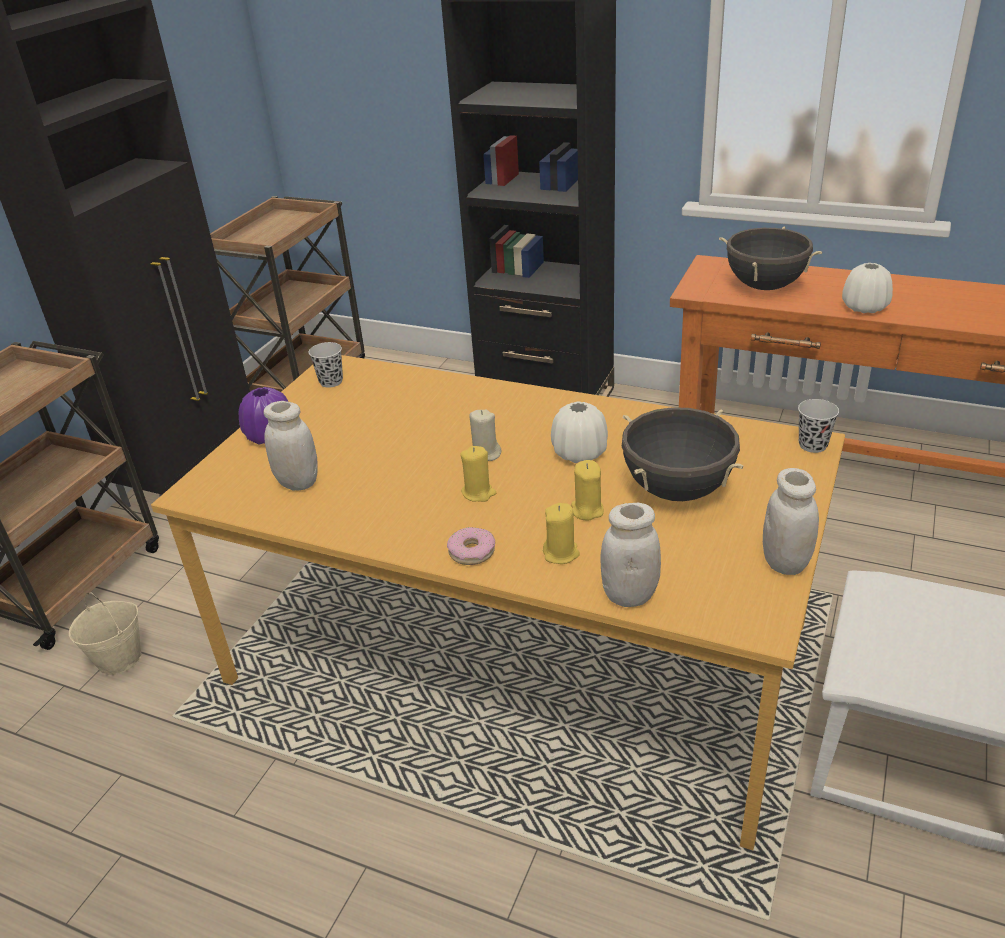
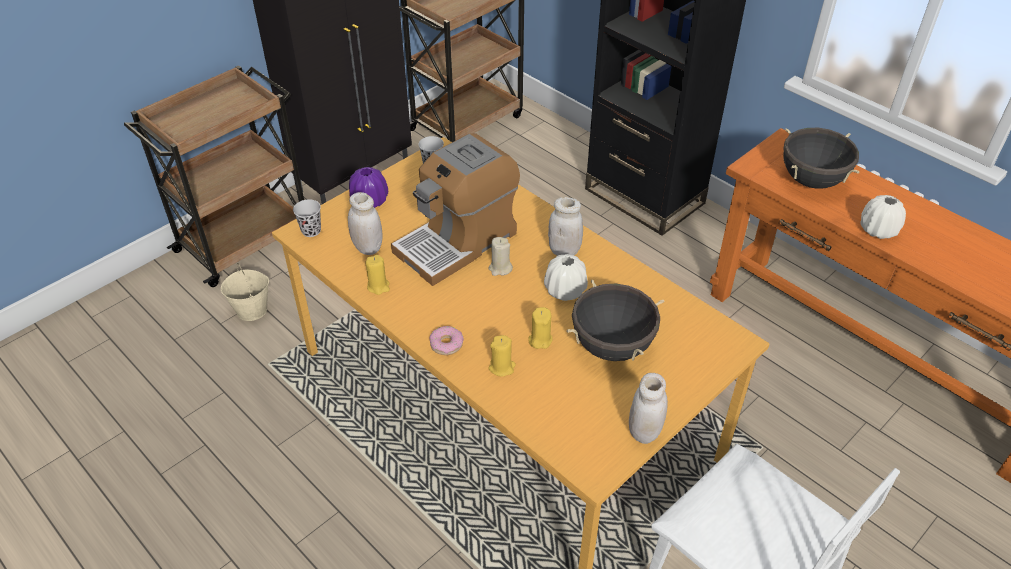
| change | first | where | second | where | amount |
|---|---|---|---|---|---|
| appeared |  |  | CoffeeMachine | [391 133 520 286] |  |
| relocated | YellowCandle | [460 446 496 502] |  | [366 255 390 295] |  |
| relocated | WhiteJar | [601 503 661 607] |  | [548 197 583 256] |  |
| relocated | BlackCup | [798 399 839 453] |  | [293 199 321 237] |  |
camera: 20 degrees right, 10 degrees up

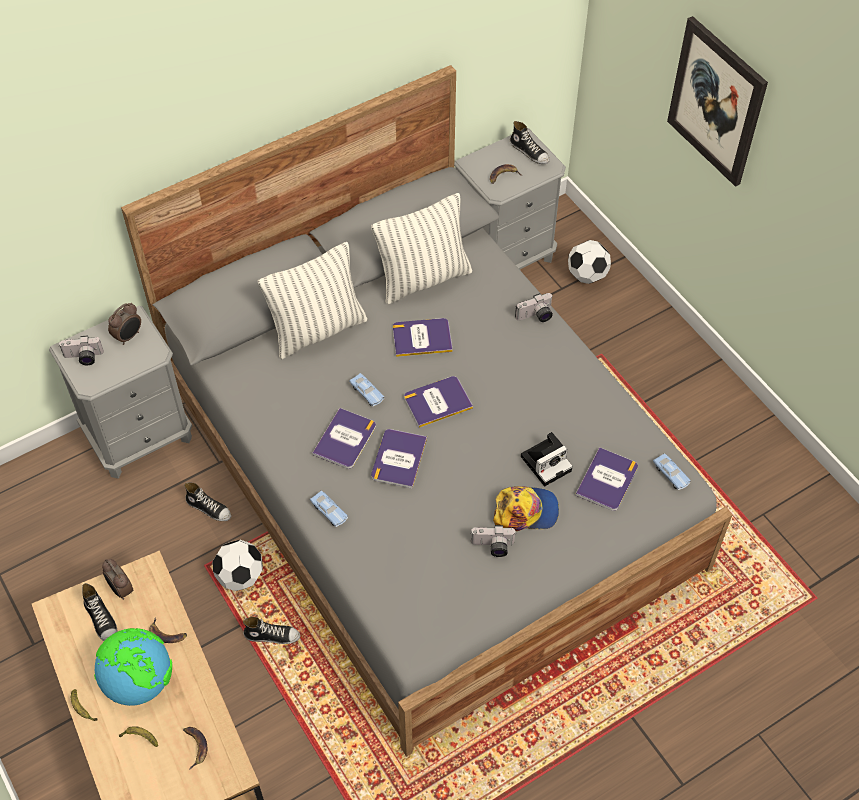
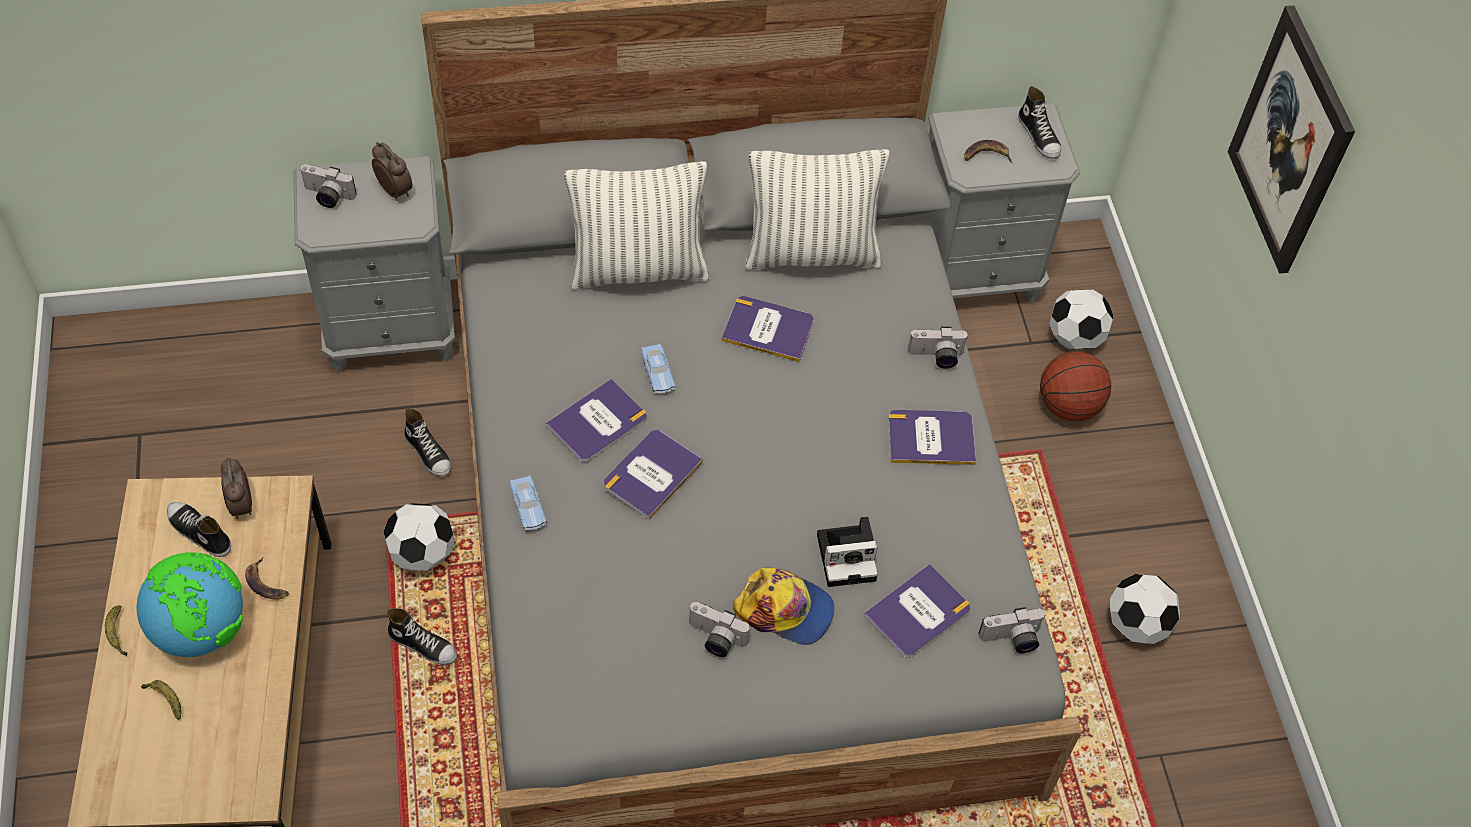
| change | first | where | second | where | amount |
|---|---|---|---|---|---|
| missing | Banana | [183 727 207 770] |  |  |  |
| appeared |  |  | Basketball | [1040 352 1111 421] |  |
| appeared |  |  | Football | [1110 574 1180 644] |  |
| relocated | Book | [404 376 473 428] |  | [888 410 976 465] |  |
| exchanged | BlueToyCar | [653 453 691 490] | PhotoCamera | [979 607 1046 653] |  |
| spun | Shoe | [82 583 117 641] |  | [167 502 231 557] | 135 degrees clockwise |
| spun | AlarmClock | [108 303 141 345] |  | [372 142 412 201] | 105 degrees counterclockwise |
camera: 20 degrees right, 0 degrees up

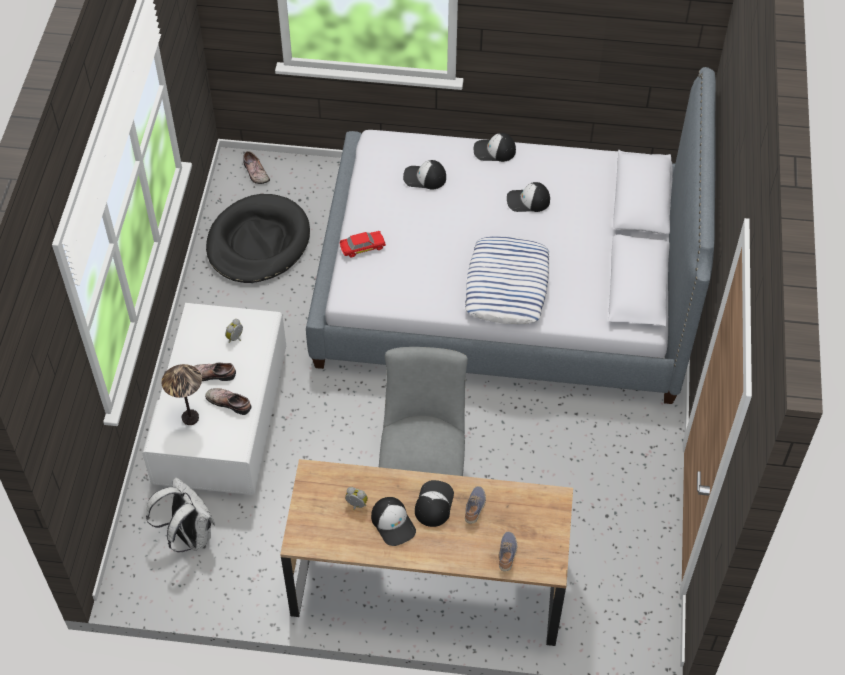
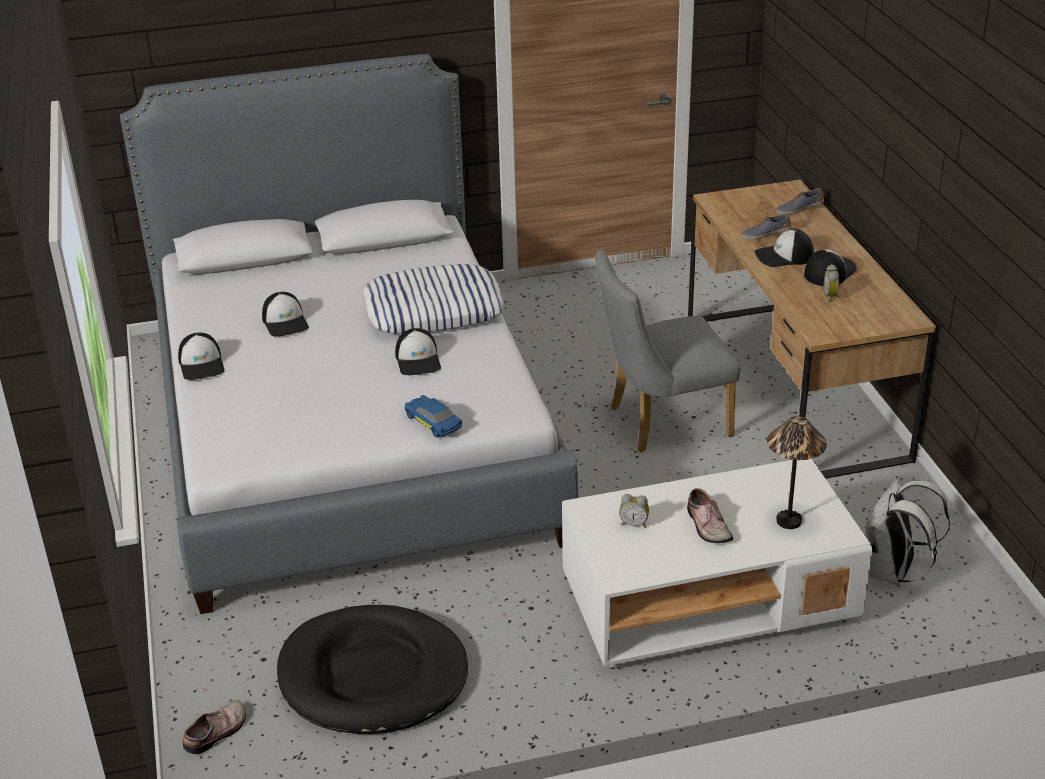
| change | first | where | second | where | amount |
|---|---|---|---|---|---|
| missing | Shoe | [205 388 252 415] |  |  |  |
| relocated | Cap | [403 160 446 189] |  | [395 328 441 375] |  |
| colour | RedToyCar | [340 231 386 257] | BlueToyCar | [404 395 462 437] |  |
camera: 110 degrees left, 20 degrees down

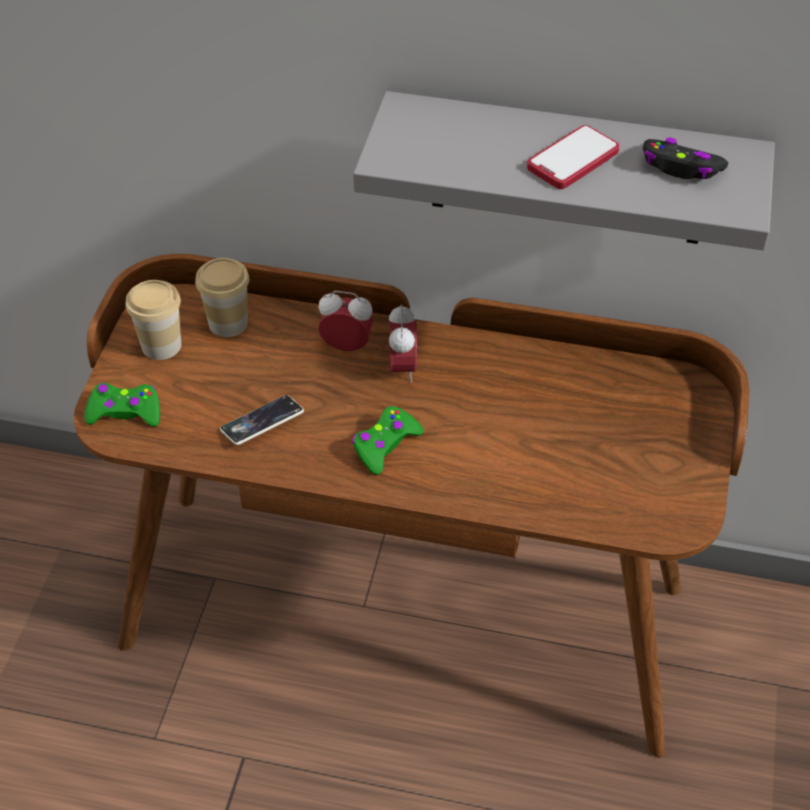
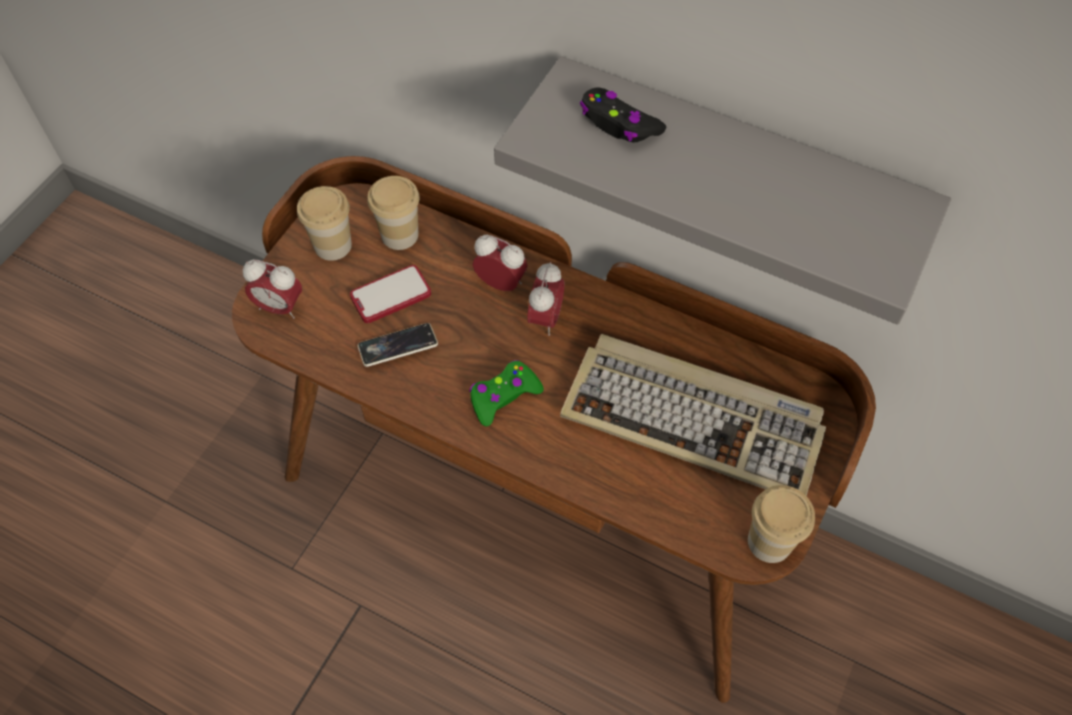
| change | first | where | second | where | amount |
|---|---|---|---|---|---|
| appeared |  |  | Keyboard | [560 334 826 496] |  |
| appeared |  |  | Cup | [748 485 815 563] |  |
| relocated | Phone | [527 125 619 189] |  | [350 265 431 323] |  |
| relocated | BlackGameController | [643 137 728 179] |  | [580 88 666 143] |  |
| exchanged | GreenGameController | [84 383 160 427] | AlarmClock | [243 259 302 319] |  |
camera: 15 degrees right, 10 degrees up

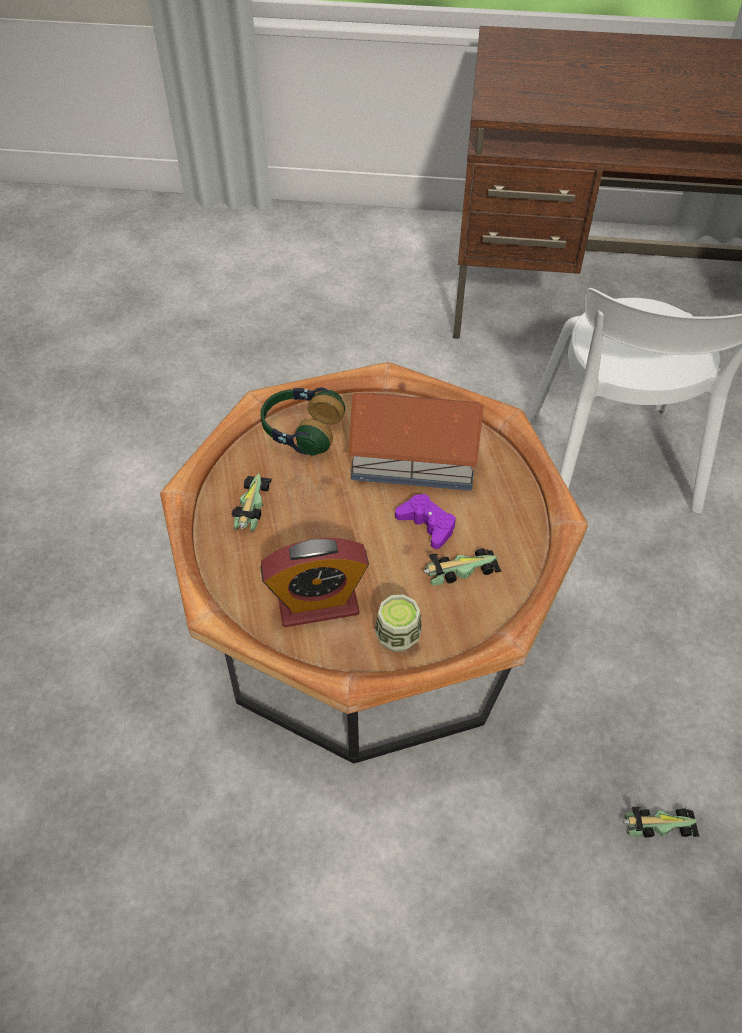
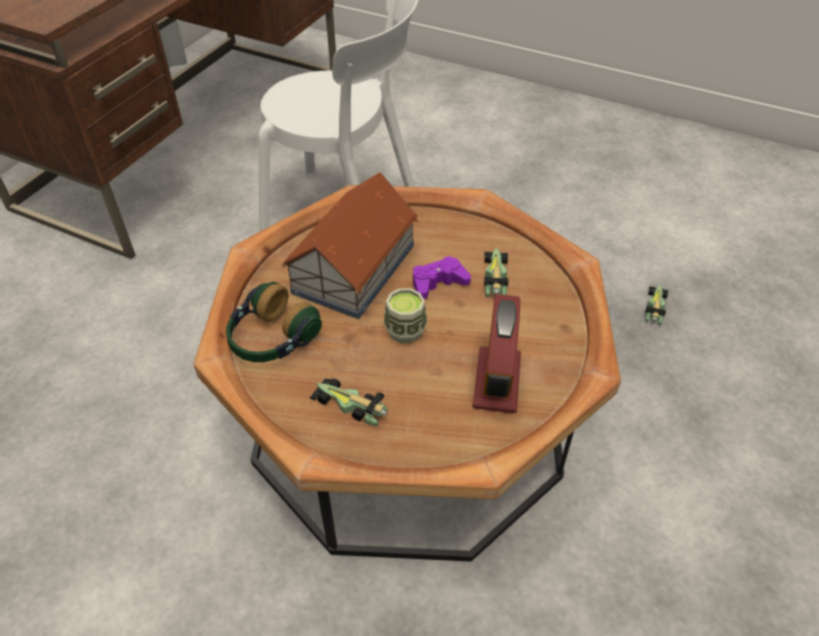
| change | first | where | second | where | amount |
|---|---|---|---|---|---|
| relocated | Cup | [375 595 422 652] |  | [384 288 427 343] |  |
camera: 70 degrees left, 5 degrees down

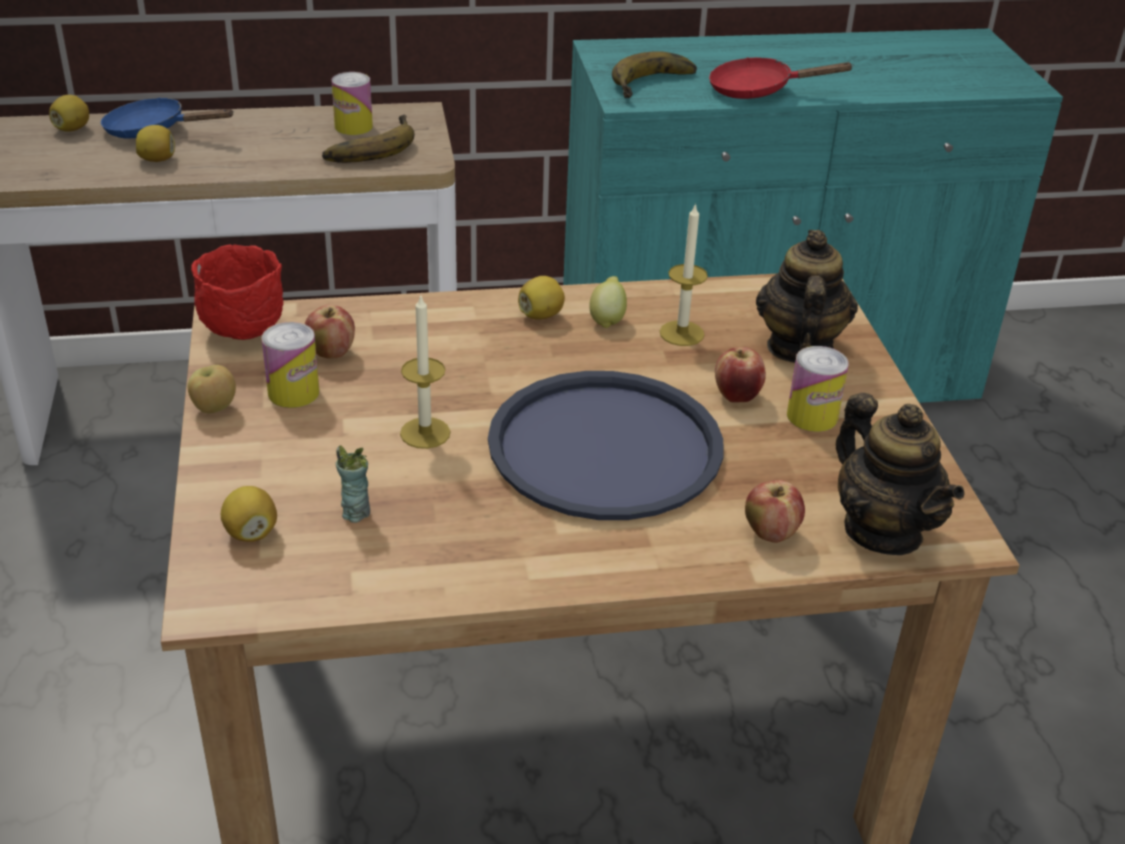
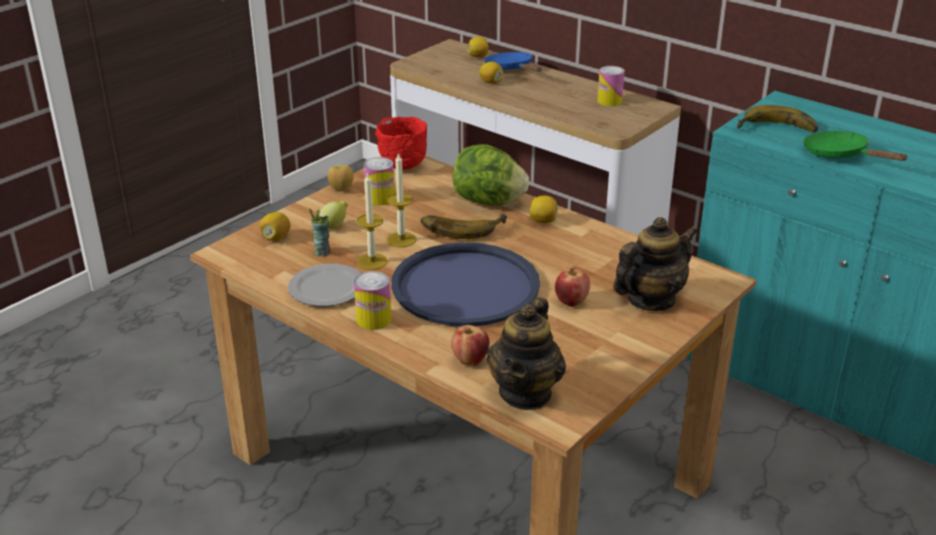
| change | first | where | second | where | amount |
|---|---|---|---|---|---|
| missing | Apple | [305 305 355 359] |  |  |  |
| appeared |  |  | Plate | [288 264 361 306] |  |
| appeared |  |  | Lettuce | [453 144 529 205] |  |
| relocated | Banana | [322 115 415 163] |  | [420 214 507 239] |  |
| relocated | Lemon | [589 276 627 329] |  | [319 201 348 230] |  |
| relocated | Candle | [660 203 708 346] |  | [357 172 388 270] |  |
| relocated | Can | [787 346 849 432] |  | [354 271 391 330] |  |
| colour | RedFryingPan | [709 57 854 99] | GreenFryingPan | [803 131 908 161] |  |
camera: 50 degrees right, 5 degrees down

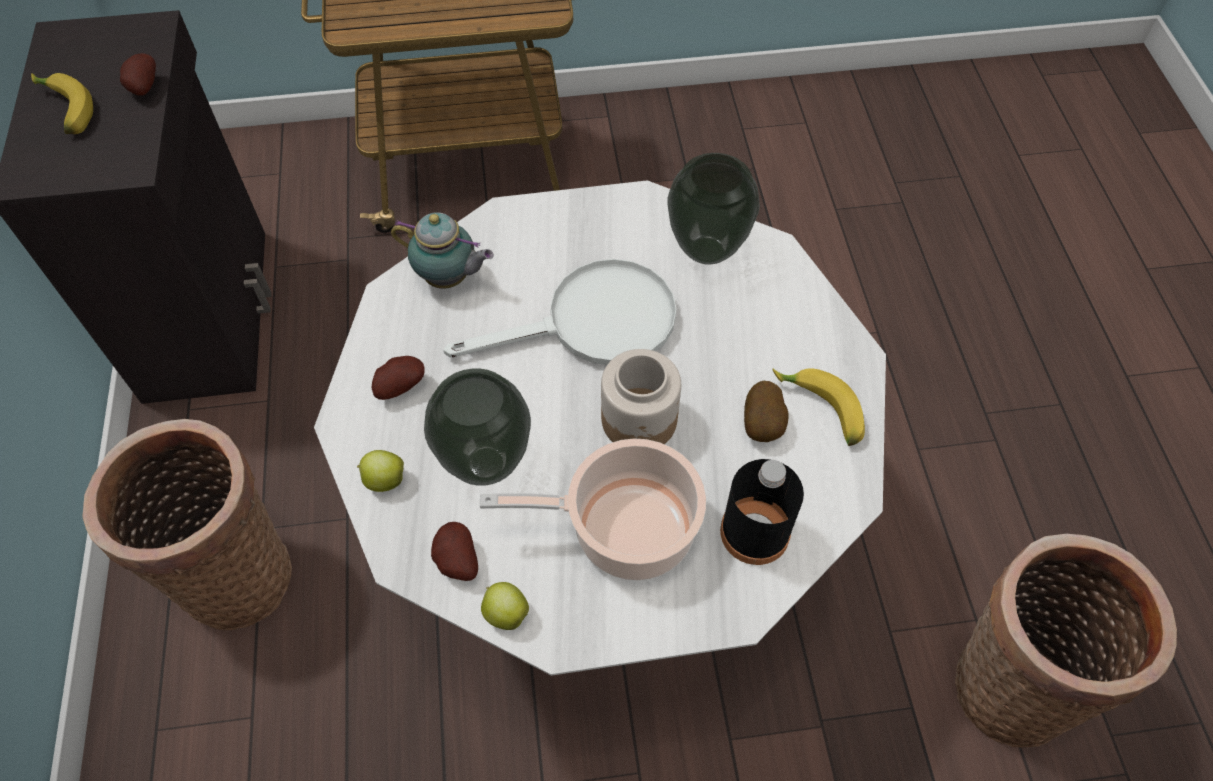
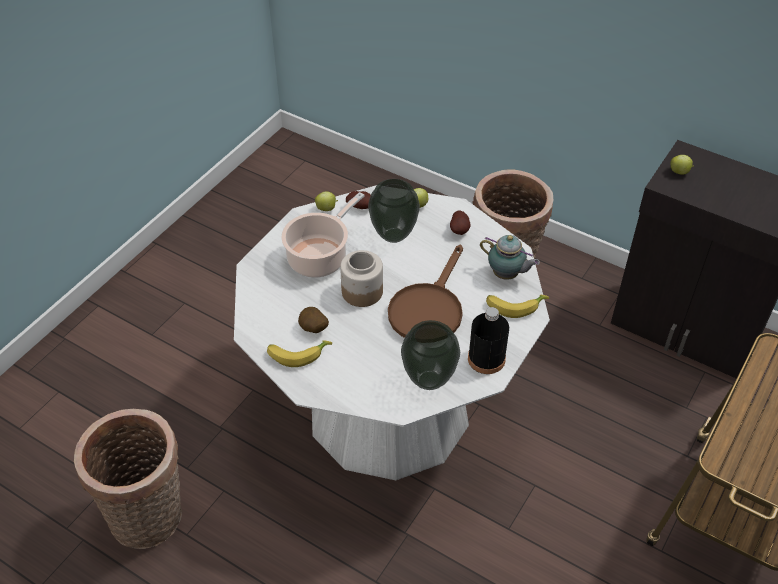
| change | first | where | second | where | amount |
|---|---|---|---|---|---|
| missing | Potato | [120 53 156 96] |  |  |  |
| appeared |  |  | Apple | [671 155 694 175] |  |
| relocated | Banana | [31 73 93 134] |  | [486 295 549 318] |  |
| relocated | BlackBottle | [720 459 804 565] |  | [468 307 509 374] |  |
| colour | WhiteFryingPan | [443 259 676 365] | BrownFryingPan | [388 245 463 338] |  |
| spun | Teapot | [391 212 494 289] |  | [480 235 540 280] | 120 degrees counterclockwise |
camera: 130 degrees right, 10 degrees down

